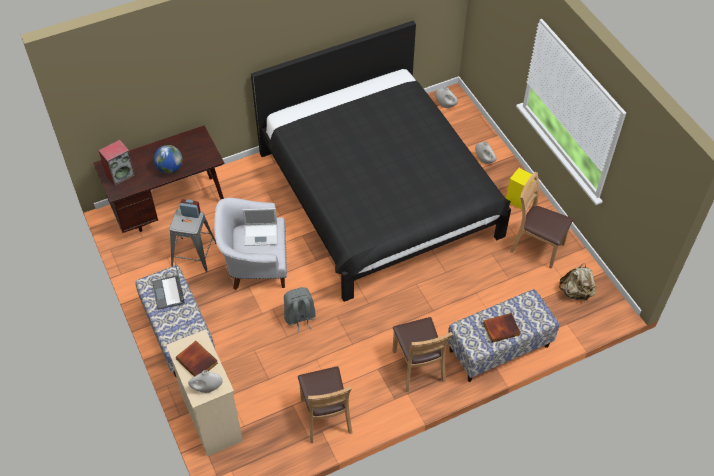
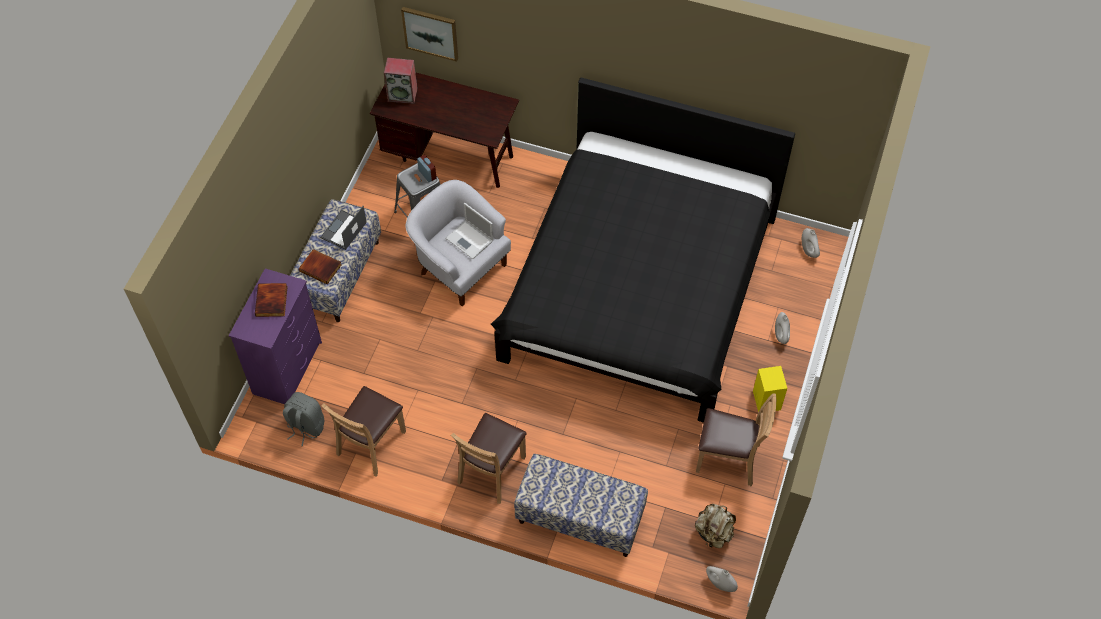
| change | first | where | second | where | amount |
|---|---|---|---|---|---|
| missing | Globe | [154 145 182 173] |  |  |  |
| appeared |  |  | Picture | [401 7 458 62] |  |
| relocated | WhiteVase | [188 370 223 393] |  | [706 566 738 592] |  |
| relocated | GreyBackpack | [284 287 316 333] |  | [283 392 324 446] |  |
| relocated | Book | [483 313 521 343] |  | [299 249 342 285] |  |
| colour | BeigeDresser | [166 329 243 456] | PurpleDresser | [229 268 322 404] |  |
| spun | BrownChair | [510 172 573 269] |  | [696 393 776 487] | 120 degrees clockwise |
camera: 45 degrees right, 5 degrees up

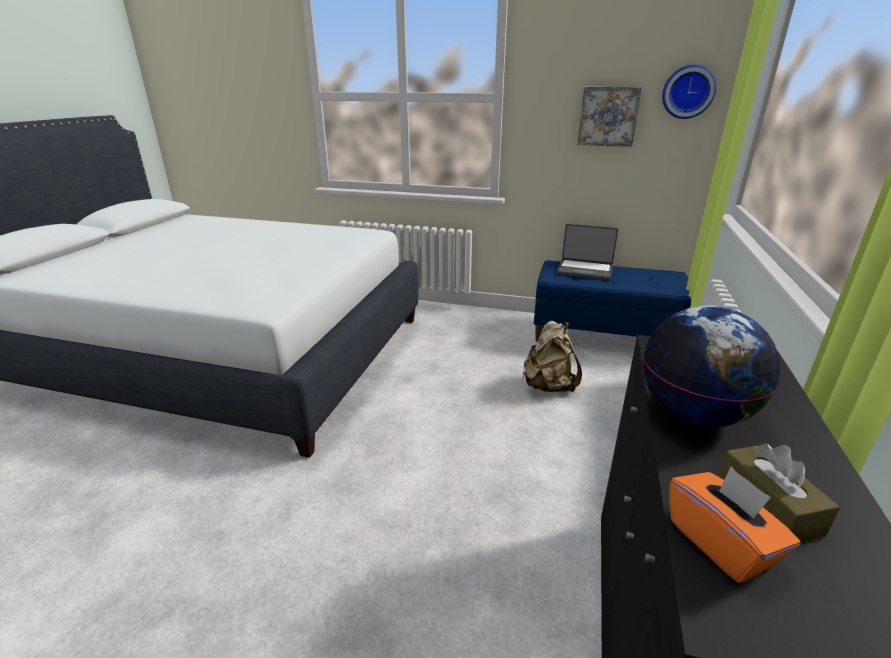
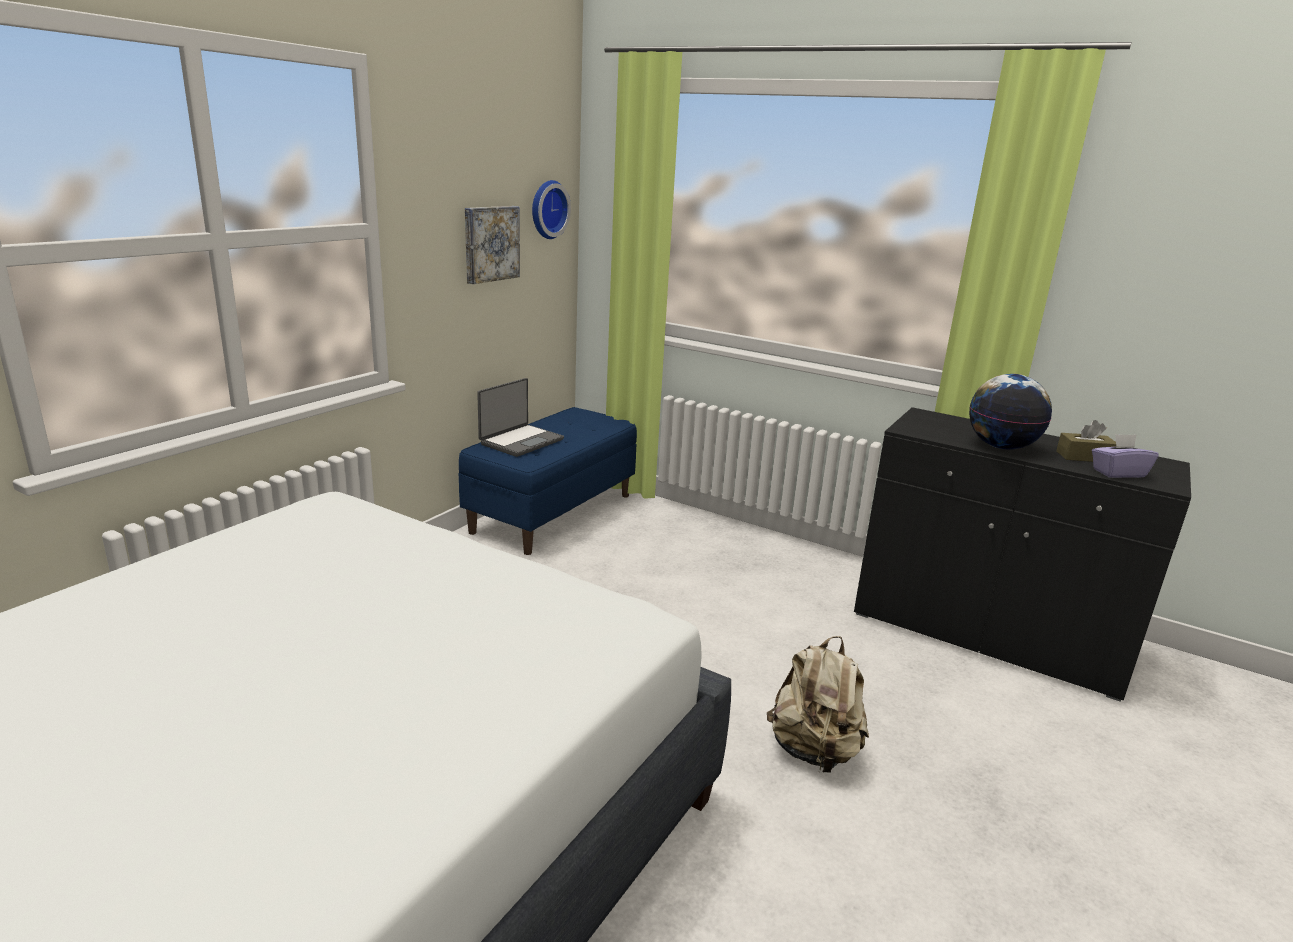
| change | first | where | second | where | amount |
|---|---|---|---|---|---|
| relocated | BeigeBackpack | [522 321 582 392] |  | [767 636 869 773] |  |
| colour | OrangeTissueBox | [669 467 800 583] | PurpleTissueBox | [1092 434 1159 478] |  |
camera: 75 degrees left, 5 degrees down

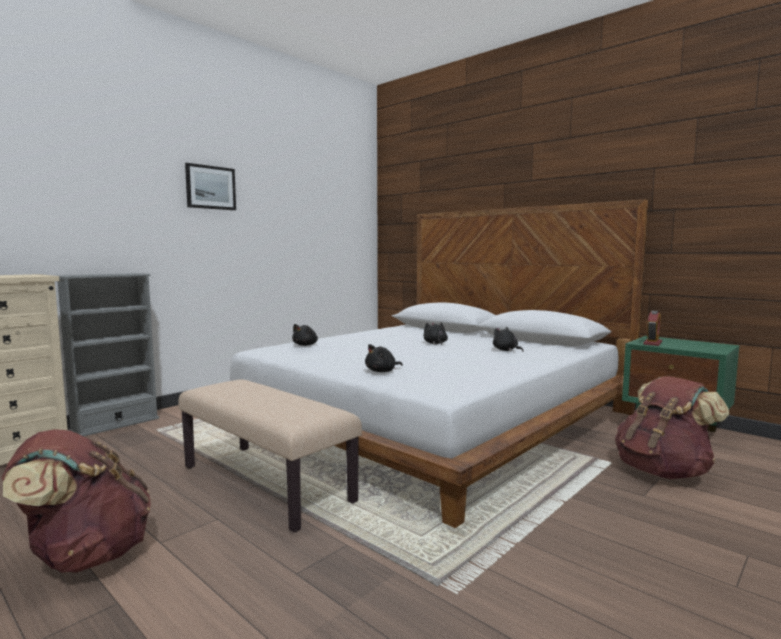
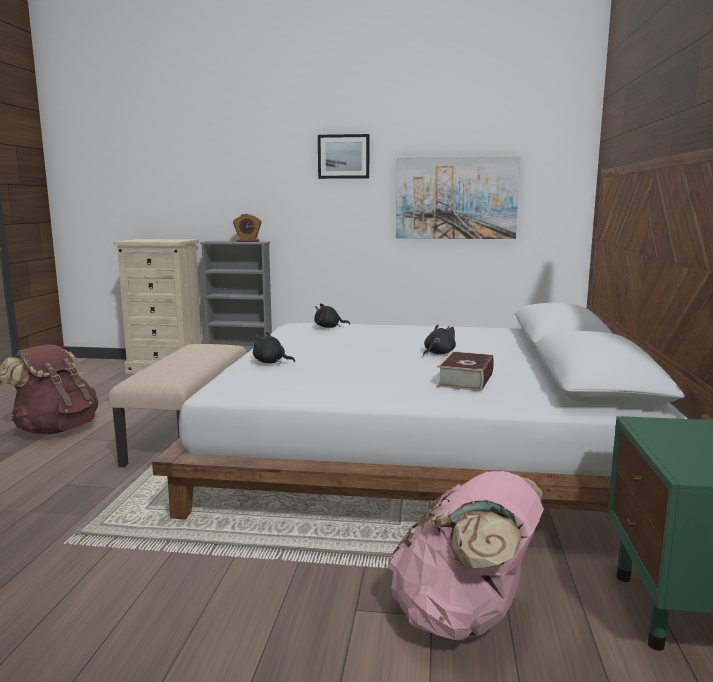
| change | first | where | second | where | amount |
|---|---|---|---|---|---|
| appeared |  |  | Picture | [396 156 520 239] |  |
| relocated | AlarmClock | [643 311 662 346] |  | [233 214 262 242] |  |
| exchanged | BlackPlushToy | [493 327 523 352] | Book | [437 351 494 391] |  |
| colour | BrownBackpack | [615 376 729 479] | PinkBackpack | [388 471 544 640] |  |
camera: 55 degrees right, 5 degrees up

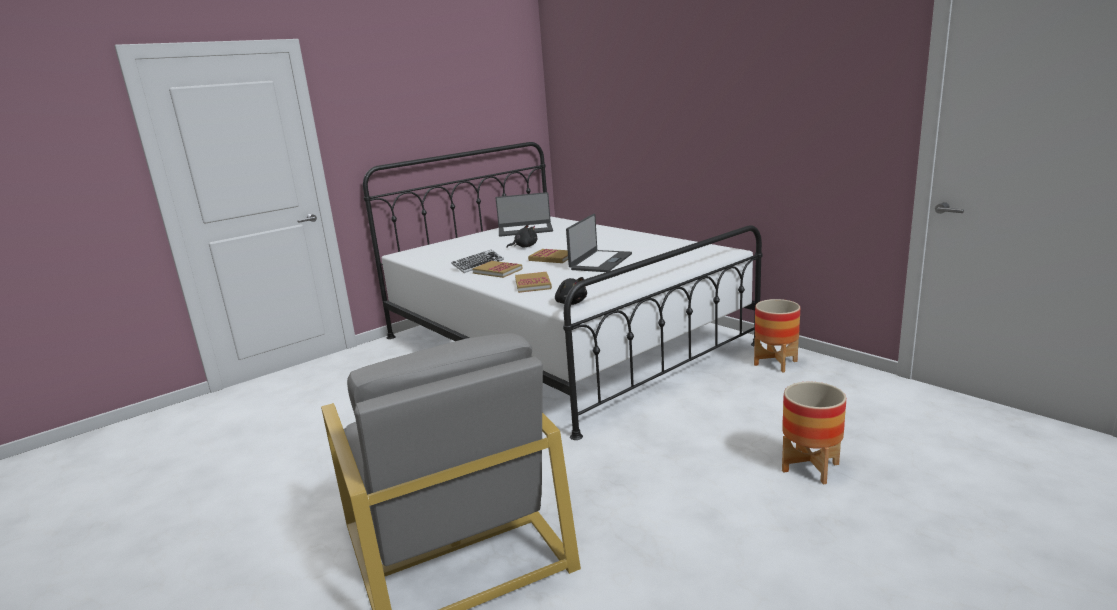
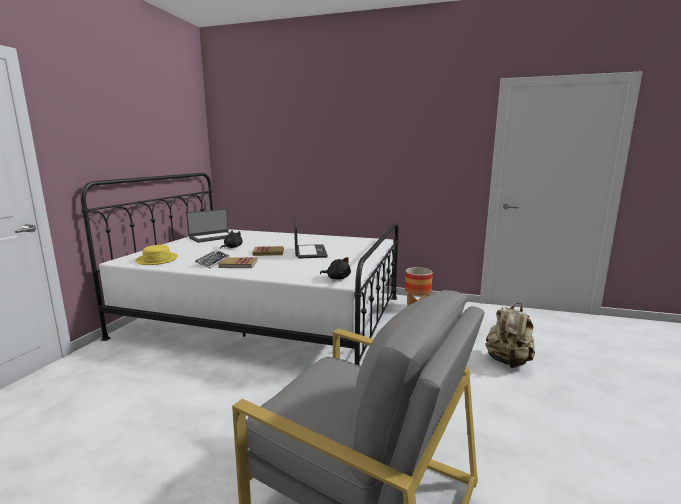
| change | first | where | second | where | amount |
|---|---|---|---|---|---|
| missing | Book | [515 272 552 293] |  |  |  |
| appeared |  |  | YellowHat | [135 245 178 265] |  |
| exchanged | Planter | [782 382 846 485] | BeigeBackpack | [485 303 535 368] |  |
camera: 35 degrees left, 5 degrees down

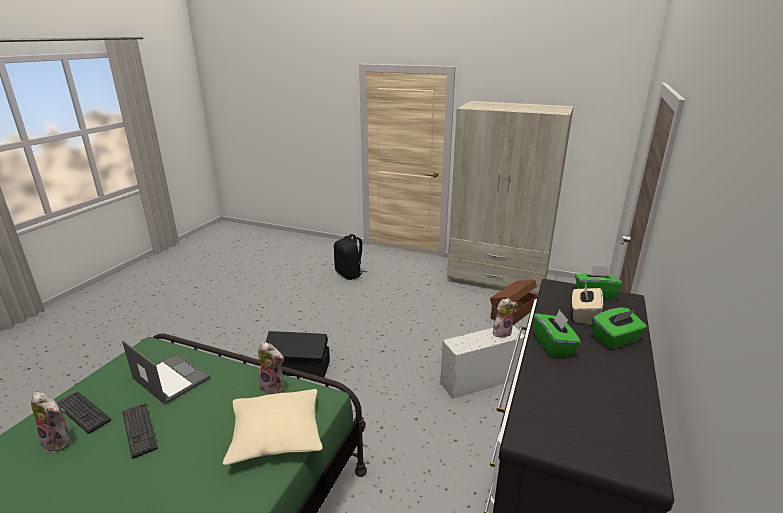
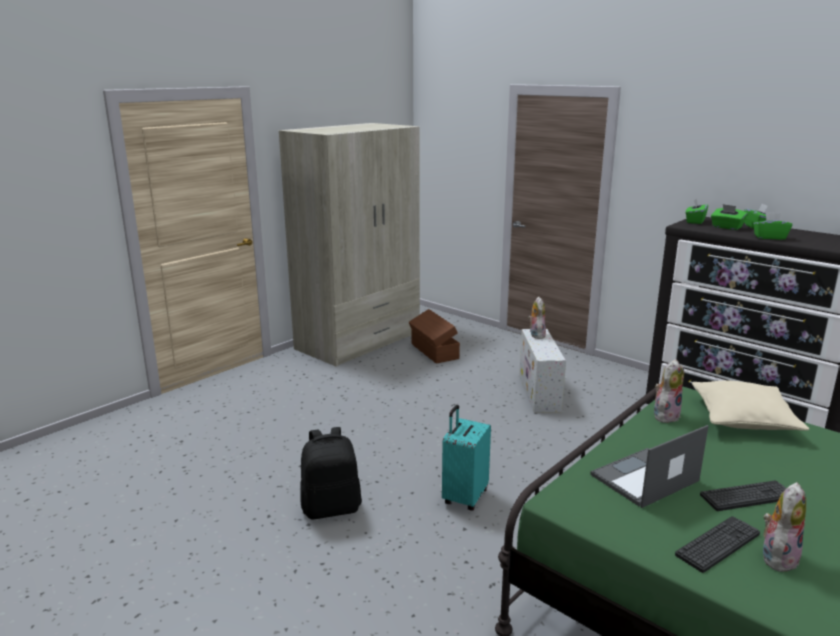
| change | first | where | second | where | amount |
|---|---|---|---|---|---|
| relocated | BlackBackpack | [334 234 367 280] |  | [300 427 362 519] |  |
| exchanged | BlackStorageBox | [266 331 330 378] | TurquoiseSuitcase | [442 405 491 511] |  |
| colour | BeigeTissueBox | [572 282 603 325] | GreenTissueBox | [711 204 747 230] |  |
camera: 70 degrees left, 5 degrees down

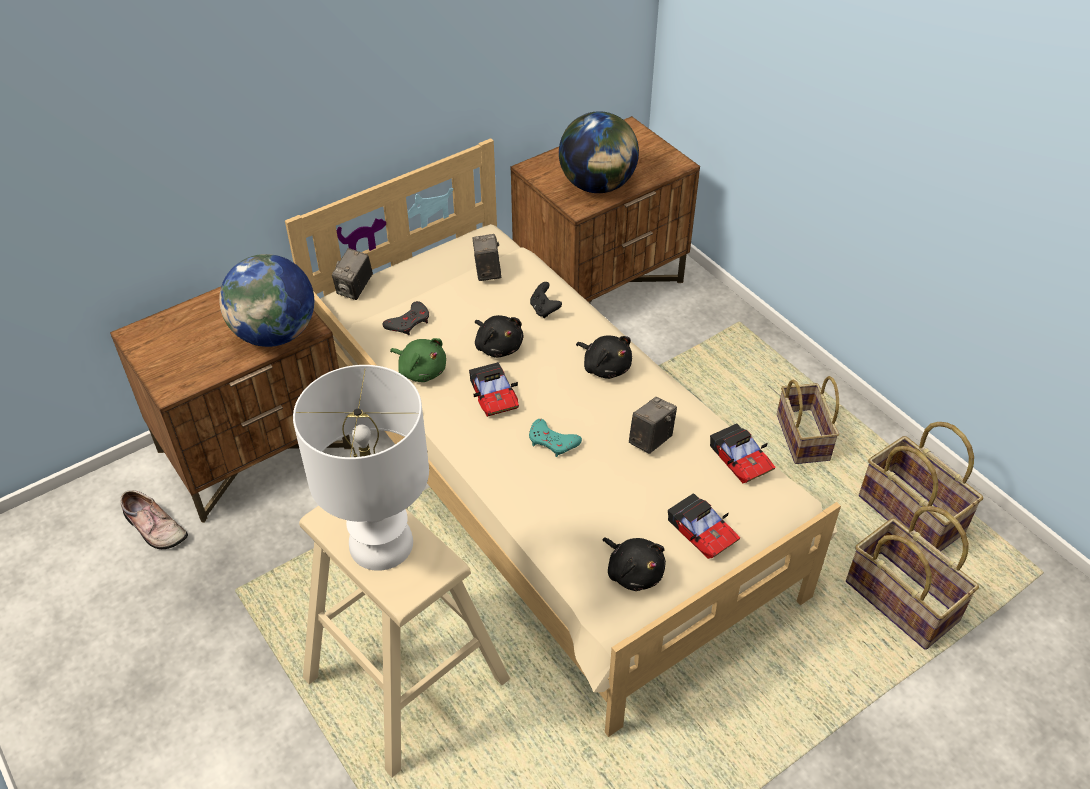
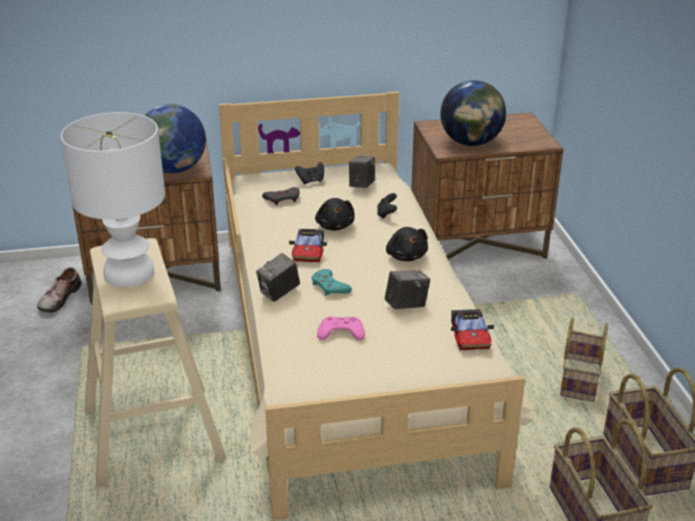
| change | first | where | second | where | amount |
|---|---|---|---|---|---|
| missing | GreenPlushToy | [390 338 446 382] |  |  |  |
| missing | BlackPlushToy | [603 537 666 591] |  |  |  |
| missing | ToyCar | [668 493 740 559] |  |  |  |
| appeared |  |  | BlackGameController | [295 162 324 184] |  |
| appeared |  |  | PinkGameController | [317 316 365 340] |  |
| relocated | PhotoCamera | [332 248 373 300] |  | [256 253 300 302] |  |
| spun | Shoe | [121 490 188 549] |  | [37 267 82 313] | 45 degrees clockwise |
camera: 25 degrees right, 15 degrees down

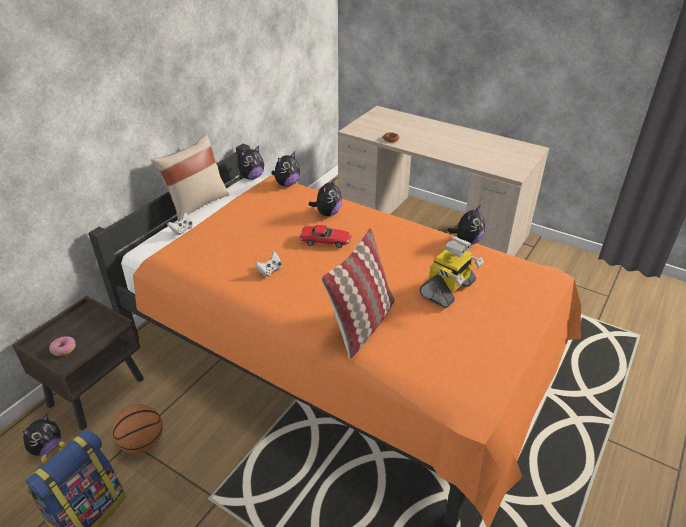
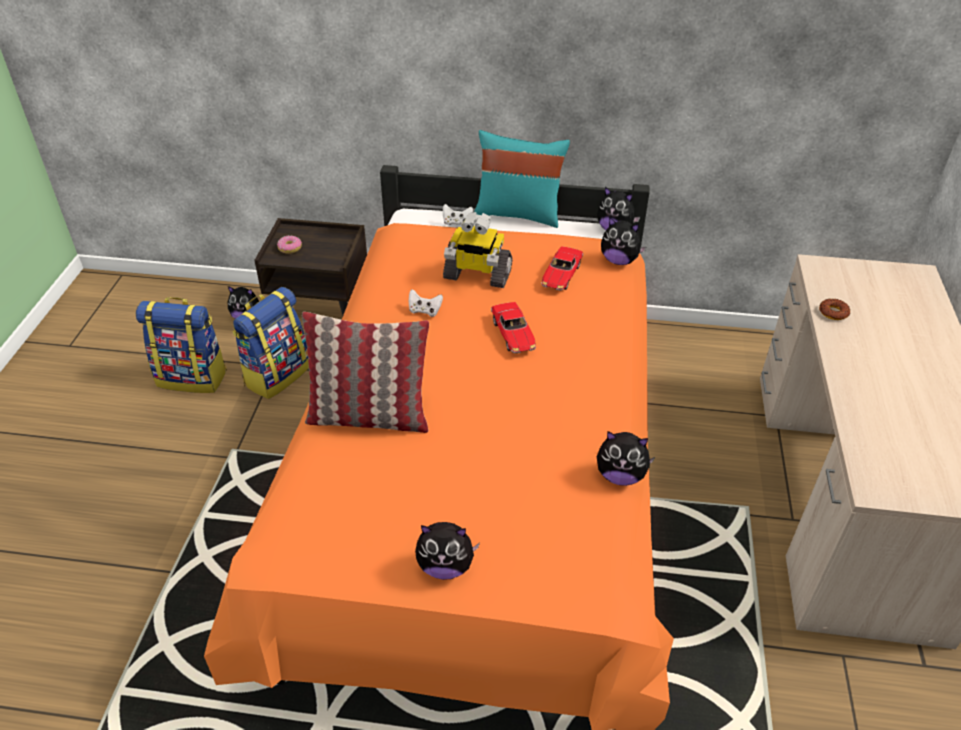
| change | first | where | second | where | amount |
|---|---|---|---|---|---|
| appeared |  |  | ToyCar | [541 246 583 290] |  |
| relocated | PlushToy | [308 178 342 216] |  | [415 522 480 580] |  |
| relocated | ToyRobot | [419 237 484 308] |  | [443 212 512 288] |  |
| exchanged | Basketball | [112 404 163 454] | Backpack | [232 287 309 399] |  |
| colour | BeigePillow | [151 134 229 222] | TurquoisePillow | [474 130 570 228] |  |
camera: 65 degrees right, 5 degrees up

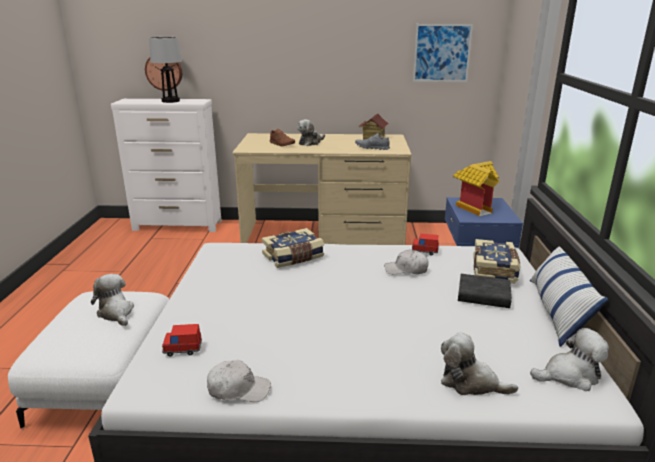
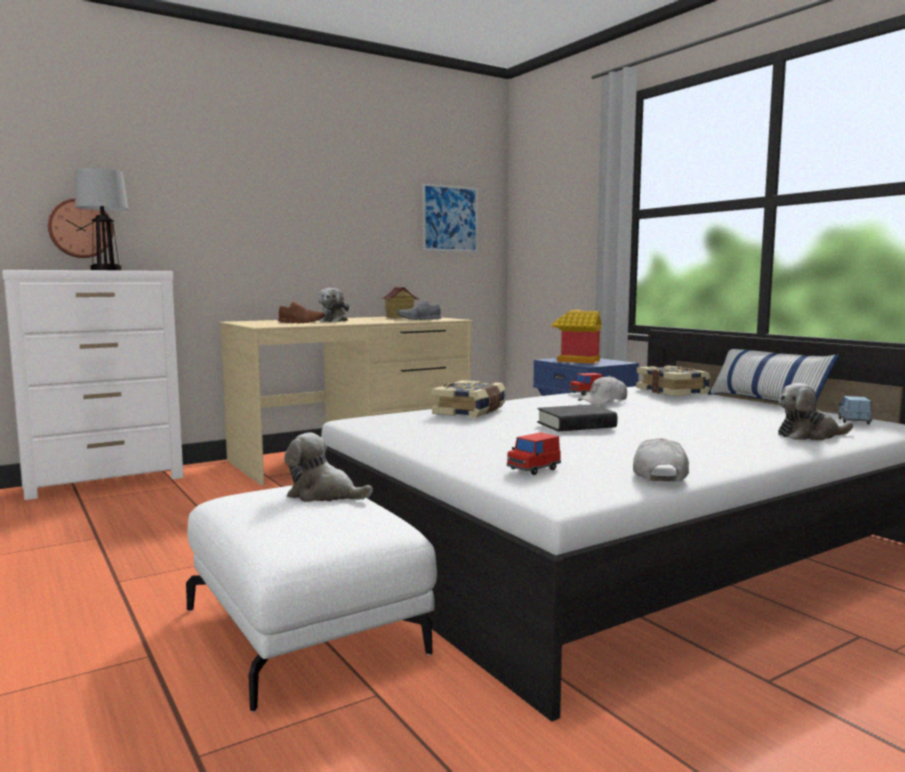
| change | first | where | second | where | amount |
|---|---|---|---|---|---|
| relocated | BlackBook | [458 274 512 308] |  | [537 404 617 431] |  |
| exchanged | PlushToy | [530 328 609 391] | BlueToyCar | [838 396 872 424] |  |
| spun | WhiteCap | [207 360 271 402] |  | [633 438 689 482] | 45 degrees counterclockwise |
camera: 35 degrees left, 15 degrees down

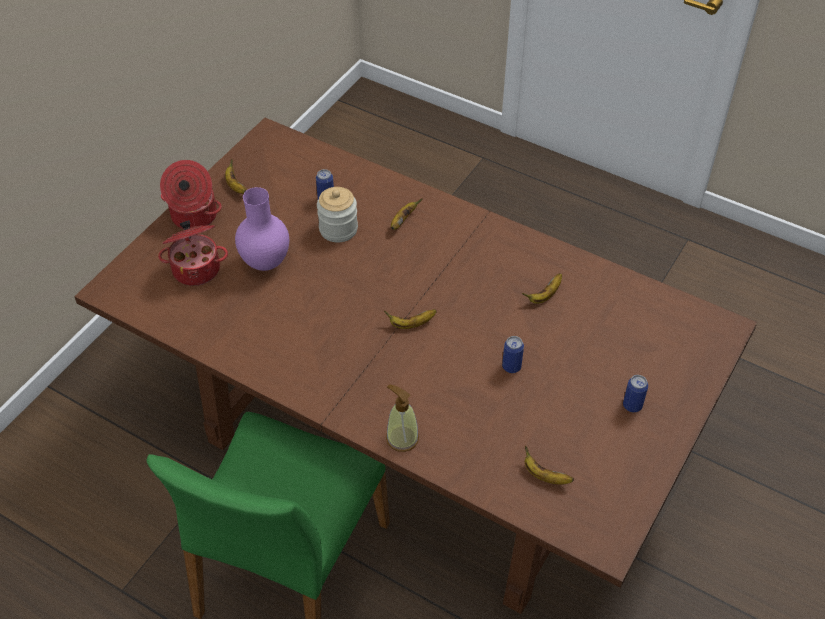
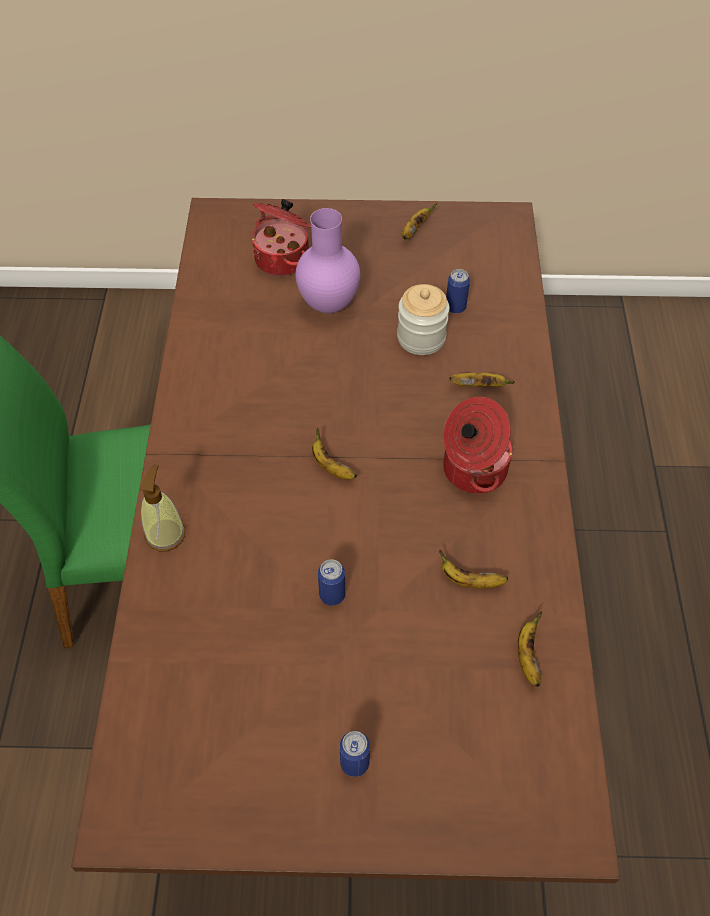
| change | first | where | second | where | amount |
|---|---|---|---|---|---|
| relocated | CookingPot | [160 160 222 229] |  | [443 397 514 494] |  |
| relocated | Banana | [525 446 574 485] |  | [517 611 542 686] |  |
camera: 60 degrees right, 5 degrees up

